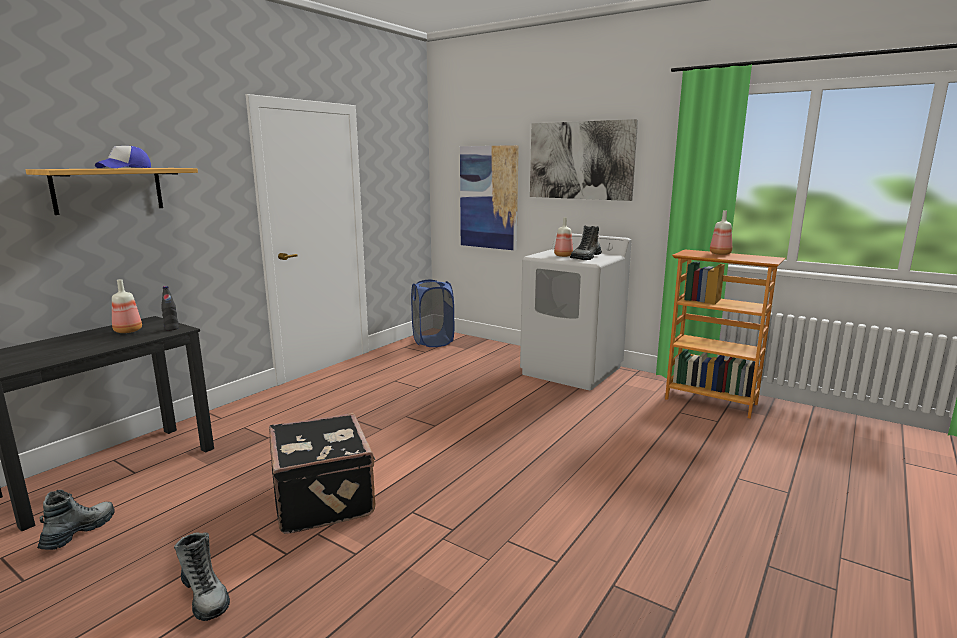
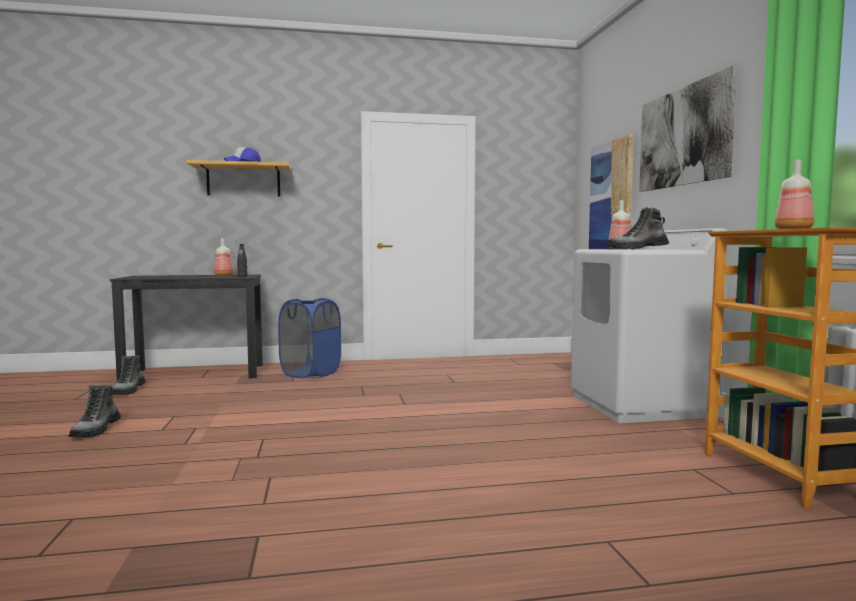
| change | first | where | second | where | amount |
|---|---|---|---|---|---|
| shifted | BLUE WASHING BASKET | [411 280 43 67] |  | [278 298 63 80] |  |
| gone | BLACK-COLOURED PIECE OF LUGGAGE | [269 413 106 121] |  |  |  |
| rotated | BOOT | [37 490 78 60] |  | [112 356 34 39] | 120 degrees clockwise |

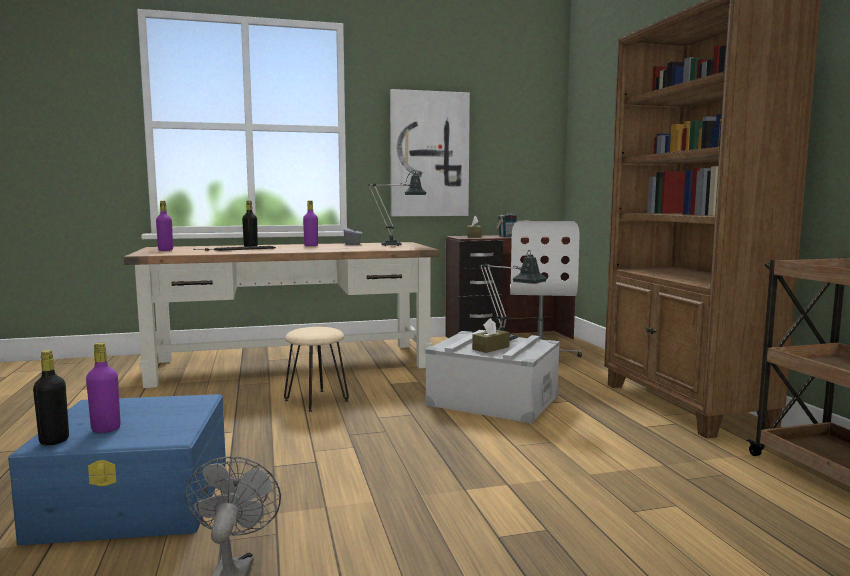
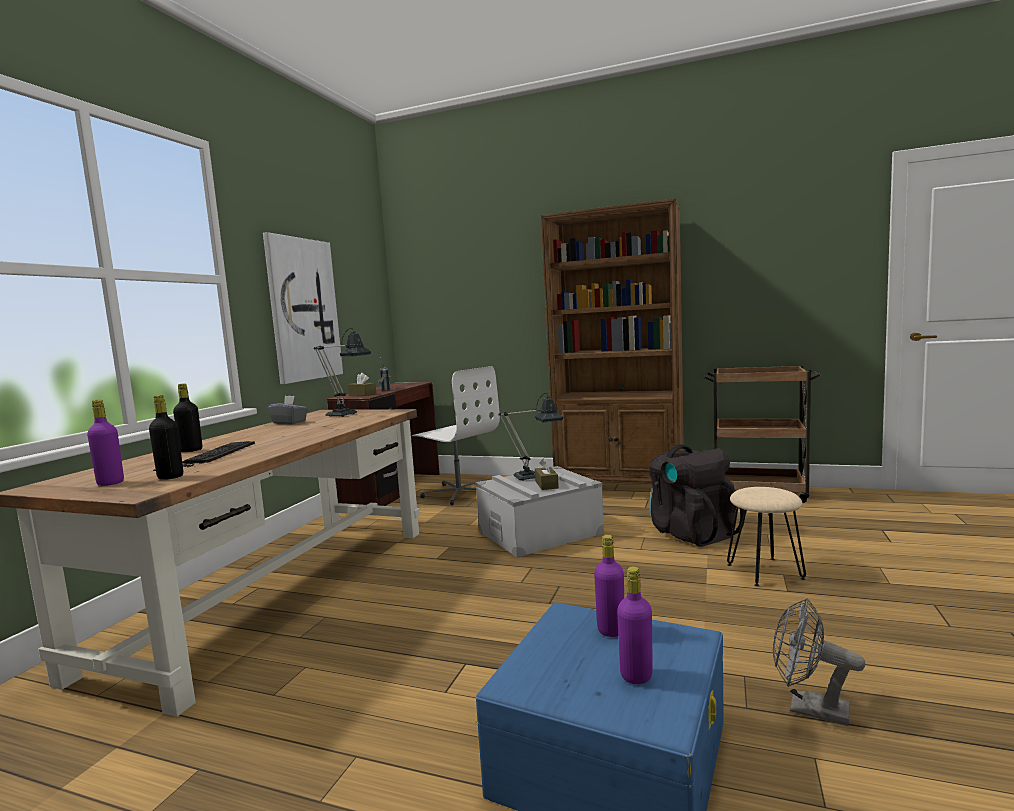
| change | first | where | second | where | amount |
|---|---|---|---|---|---|
| shifted | PURPLE-COLOURED DRINK BOTTLE | [303 201 15 45] |  | [594 535 30 102] |  |
| shifted | SAND-COLOURED SITTING STOOL | [284 327 65 85] |  | [727 487 79 100] |  |
| shifted | BLACK-COLOURED DRINK BOTTLE | [33 350 36 96] |  | [149 395 34 85] |  |
| new |  |  | BLACK-COLOURED RUCKSACK | [649 444 96 103] |  |

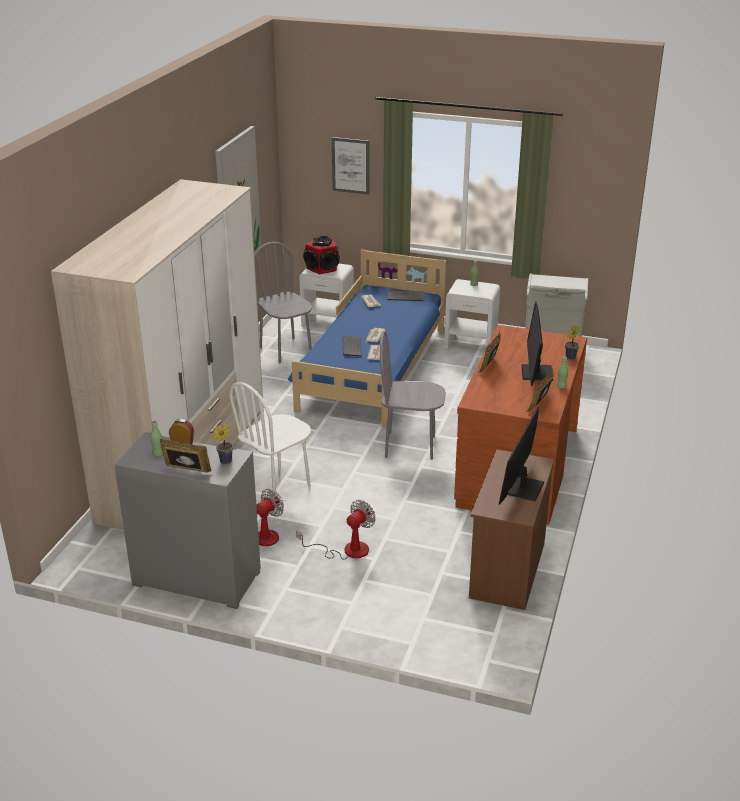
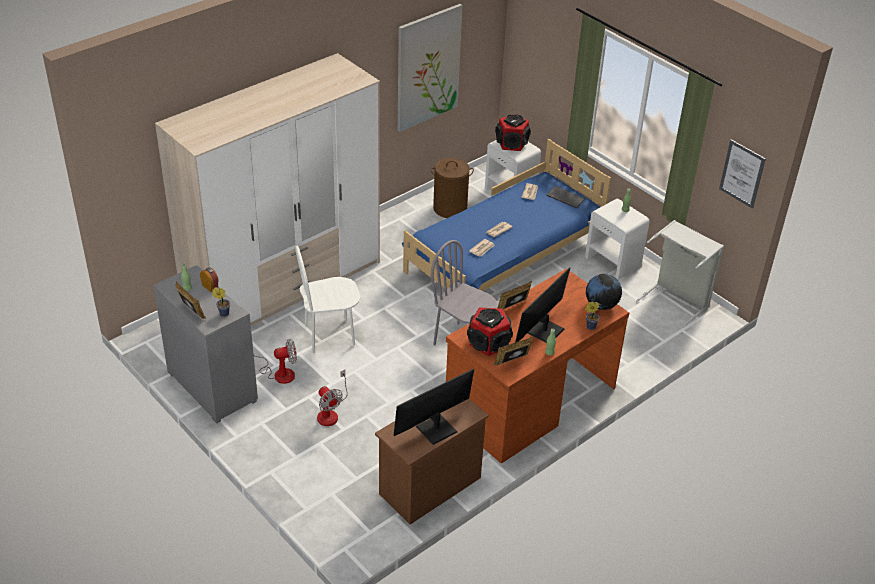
| change | first | where | second | where | amount |
|---|---|---|---|---|---|
| shifted | WALL ART | [332 137 37 58] |  | [719 140 47 68] |  |
| swapped | GREYISH UPRIGHT CHAIR | [254 242 58 122] | BROWNISH WASHING BASKET | [430 158 44 60] |  |
| gone | COMPUTER KEYBOARD | [342 336 20 21] |  |  |  |
| rotated | COOLING FAN | [296 500 80 60] |  | [317 370 31 56] | 75 degrees clockwise |
| new |  |  | DESK GLOBE | [586 274 36 36] |  |
| new |  |  | SPEAKER | [467 307 46 49] |  |

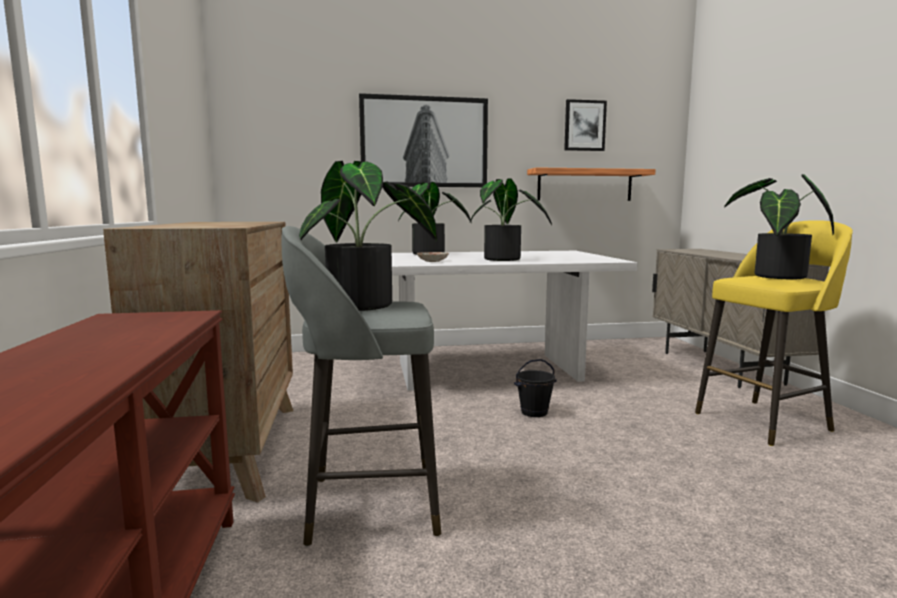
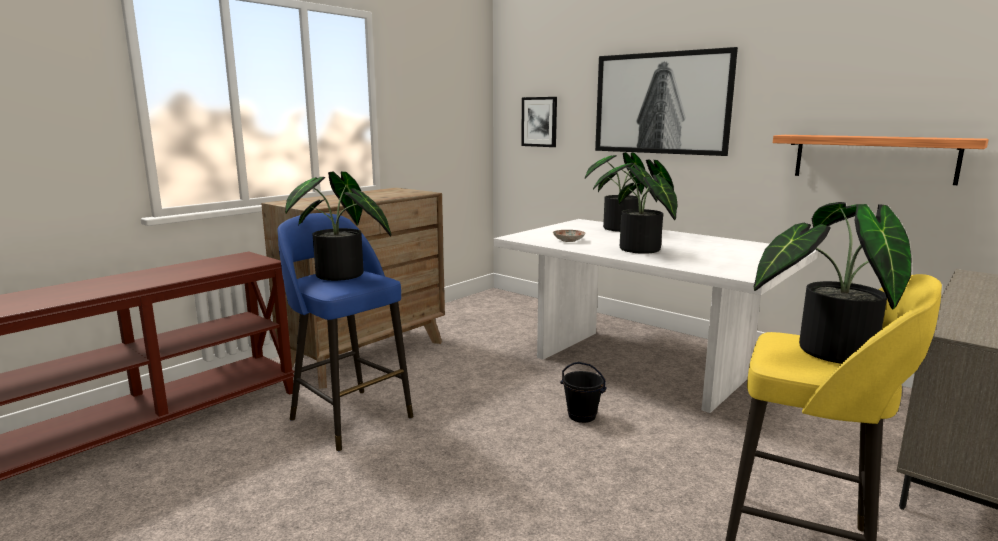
| change | first | where | second | where | amount |
|---|---|---|---|---|---|
| shifted | WALL ART | [564 99 43 52] |  | [521 97 36 50] |  |
| repainted | GREYISH SITTING STOOL | [281 226 160 320] | BLUE SITTING STOOL | [277 213 136 238] |  |

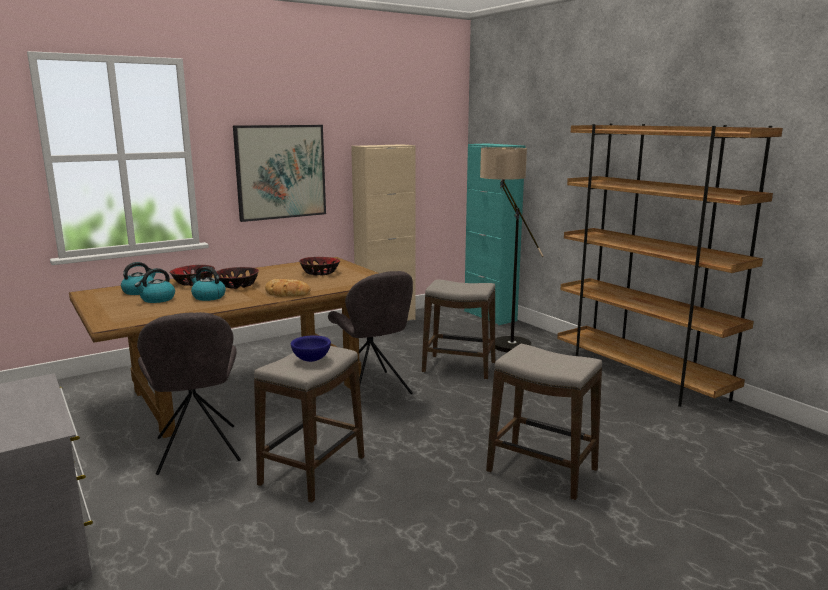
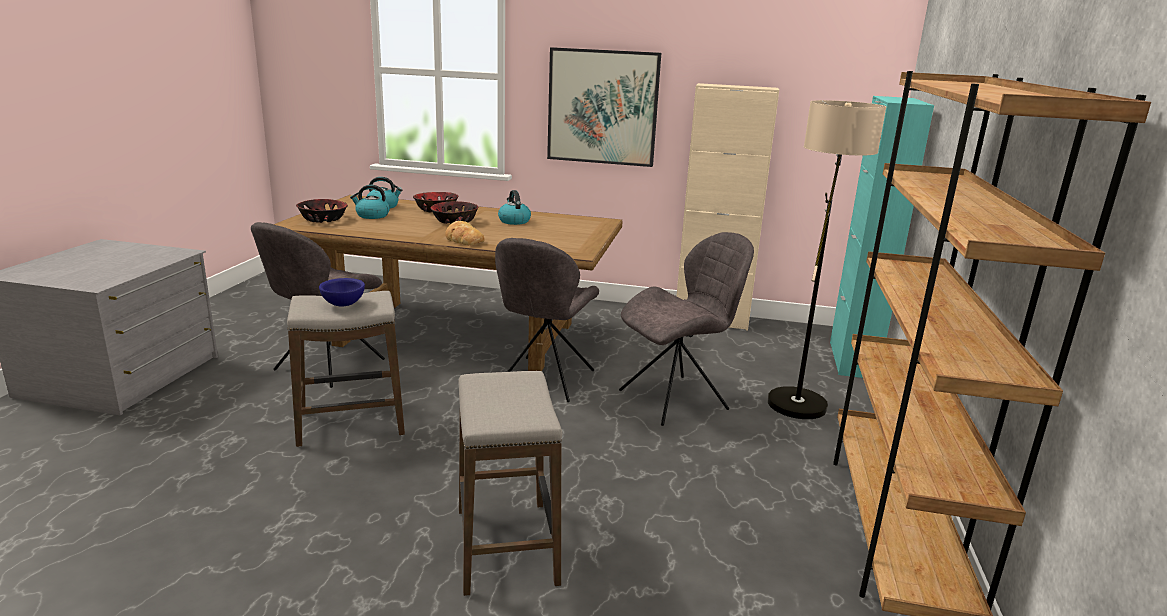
| change | first | where | second | where | amount |
|---|---|---|---|---|---|
| shifted | DEEP DISH | [299 257 41 19] |  | [296 199 52 24] |  |
| shifted | TEA KETTLE | [190 267 36 34] |  | [498 190 33 35] |  |
| swapped | SITTING STOOL | [422 279 73 100] | GREYISH UPRIGHT CHAIR | [619 232 135 194] |  |

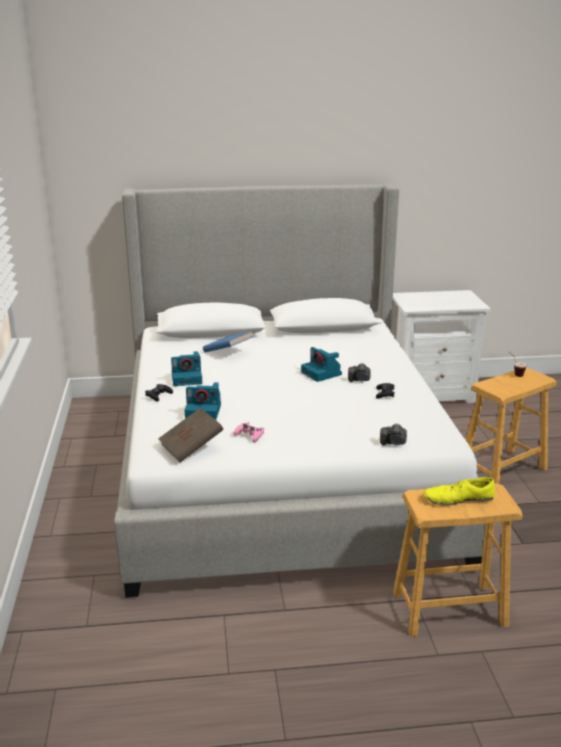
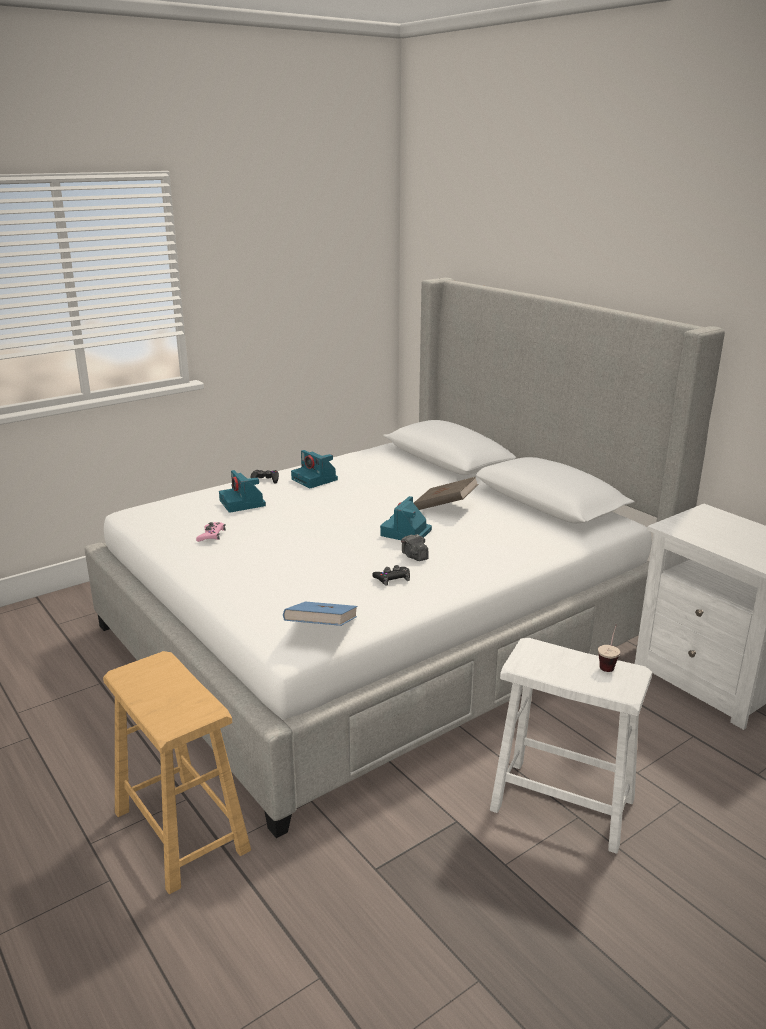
| change | first | where | second | where | amount |
|---|---|---|---|---|---|
| shifted | BLUE BOUND BOOK | [203 331 50 21] |  | [283 602 75 24] |  |
| repainted | BROWNISH SITTING STOOL | [466 368 91 116] | WHITISH SITTING STOOL | [490 638 162 216] |  |
| shifted | BROWNISH BOUND BOOK | [158 408 65 54] |  | [414 477 65 33] |  |
| gone | STILL CAMERA | [380 423 27 23] |  |  |  |
| gone | YELLOW-COLOURED ITEM OF FOOTWEAR | [423 477 72 29] |  |  |  |

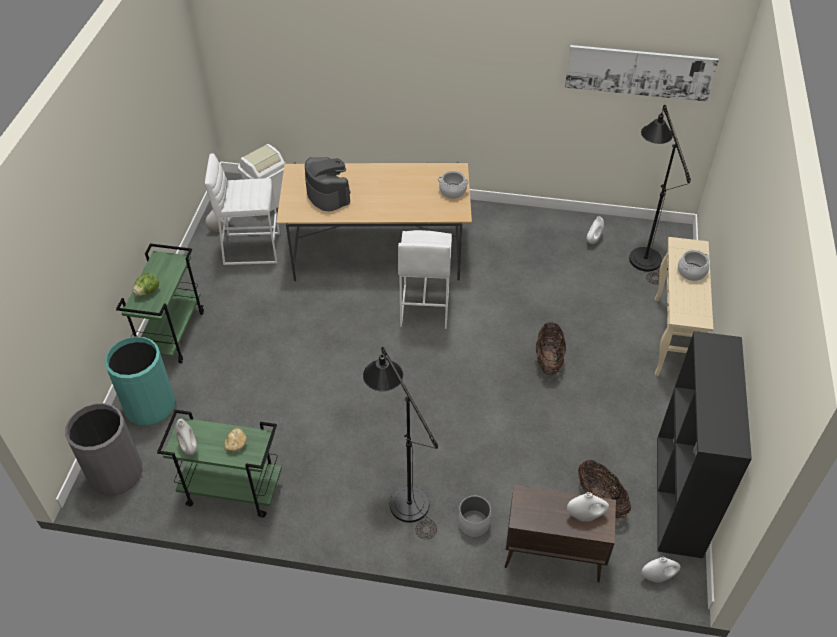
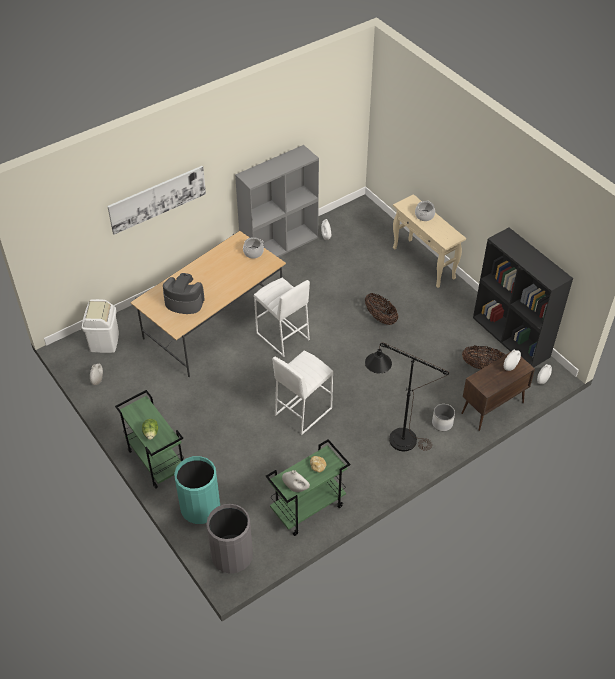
| change | first | where | second | where | amount |
|---|---|---|---|---|---|
| shifted | WALL ART | [565 45 154 57] |  | [107 166 99 69] |  |
| gone | BLACK-COLOURED FLOOR LAMP | [629 105 62 179] |  |  |  |
| shifted | WHITISH SITTING STOOL | [205 154 75 111] |  | [272 350 61 85] |  |
| new |  |  | GREYISH SHELVING UNIT | [235 145 84 112] |  |

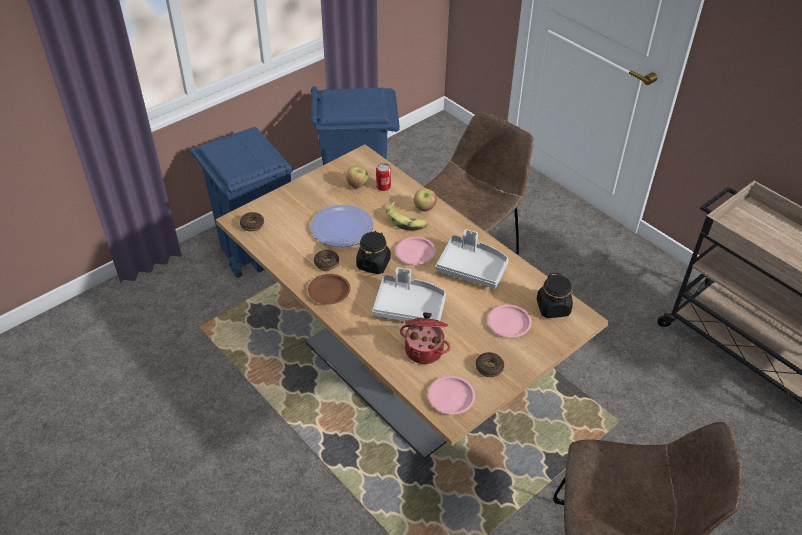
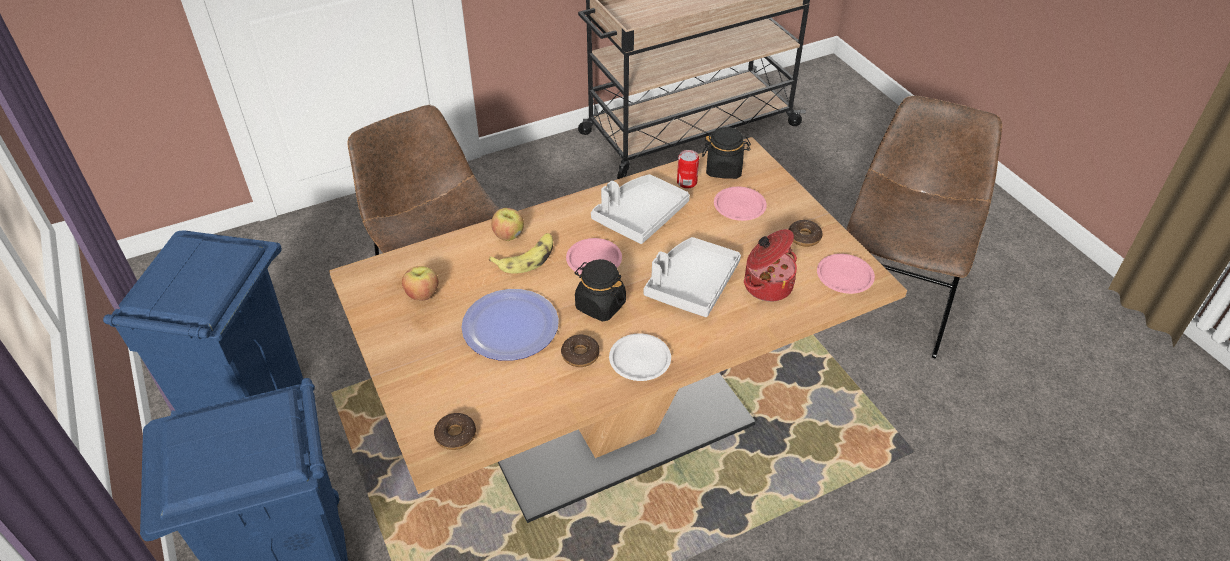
| change | first | where | second | where | amount |
|---|---|---|---|---|---|
| shifted | CAN | [376 163 15 28] |  | [677 150 22 39] |  |
| repainted | BROWNISH PLATE | [308 274 42 30] | WHITISH PLATE | [609 333 62 48] |  |

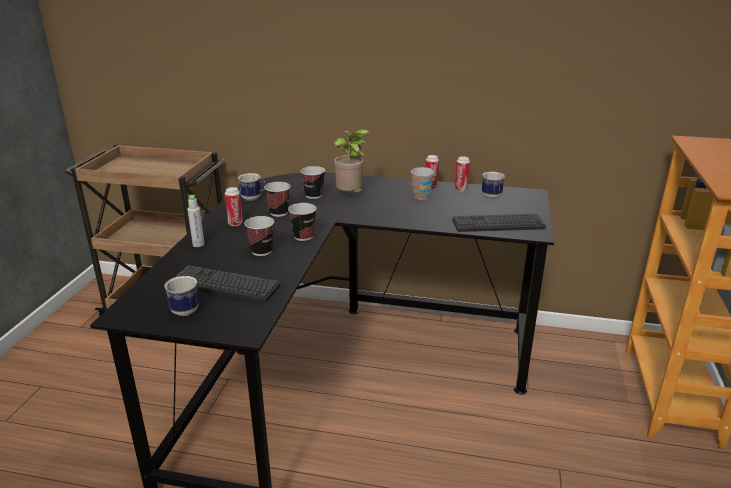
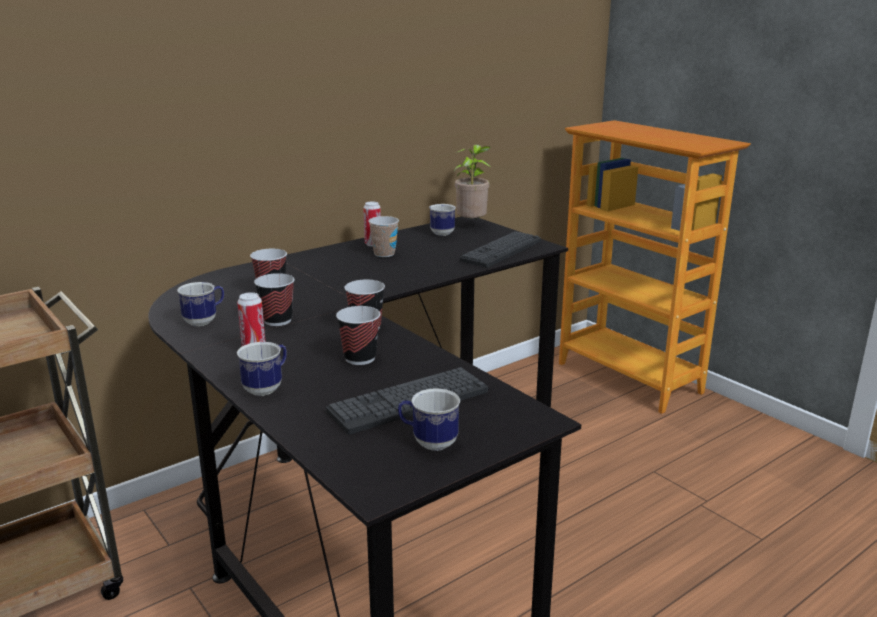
| change | first | where | second | where | amount |
|---|---|---|---|---|---|
| shifted | HOUSEPLANT | [334 129 35 64] |  | [454 145 38 74] |  |
| gone | CAN | [455 156 15 35] |  |  |  |
| swapped | GREYISH DRINK BOTTLE | [188 195 17 52] | TEA MUG | [237 342 50 54] |  |

